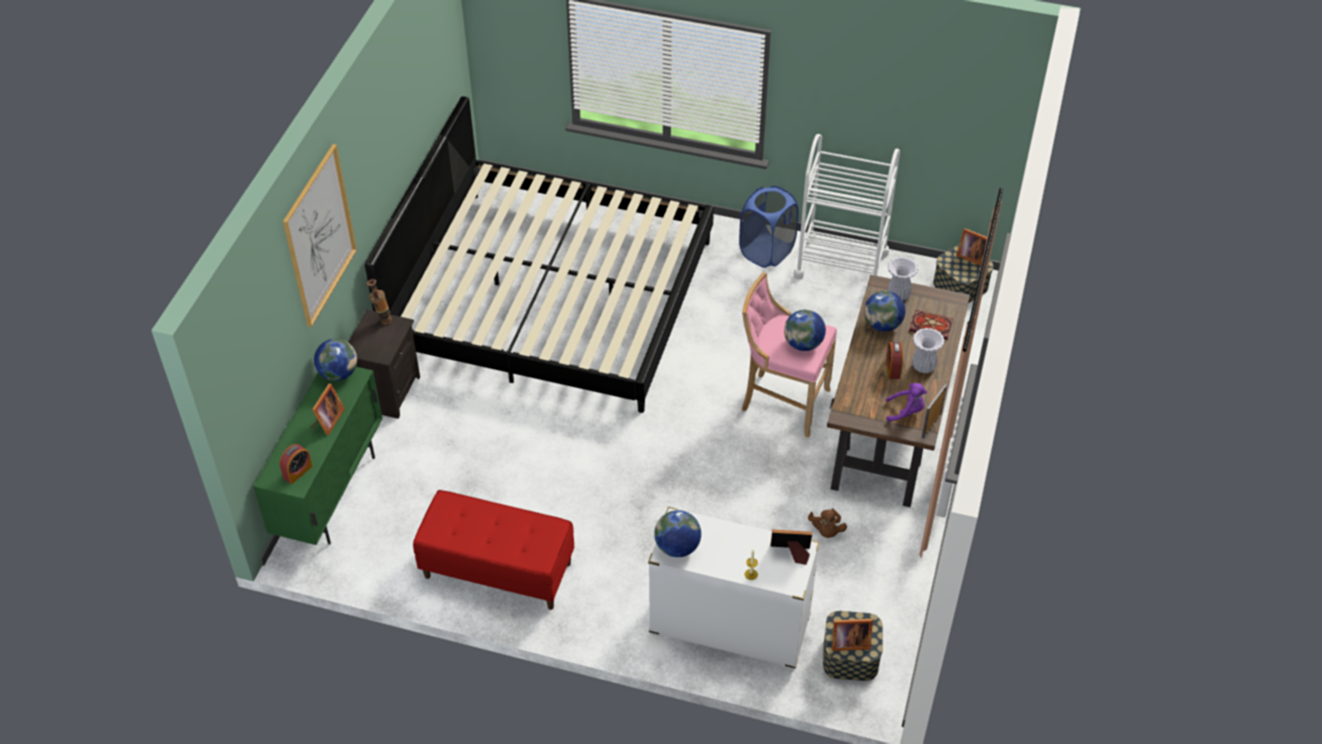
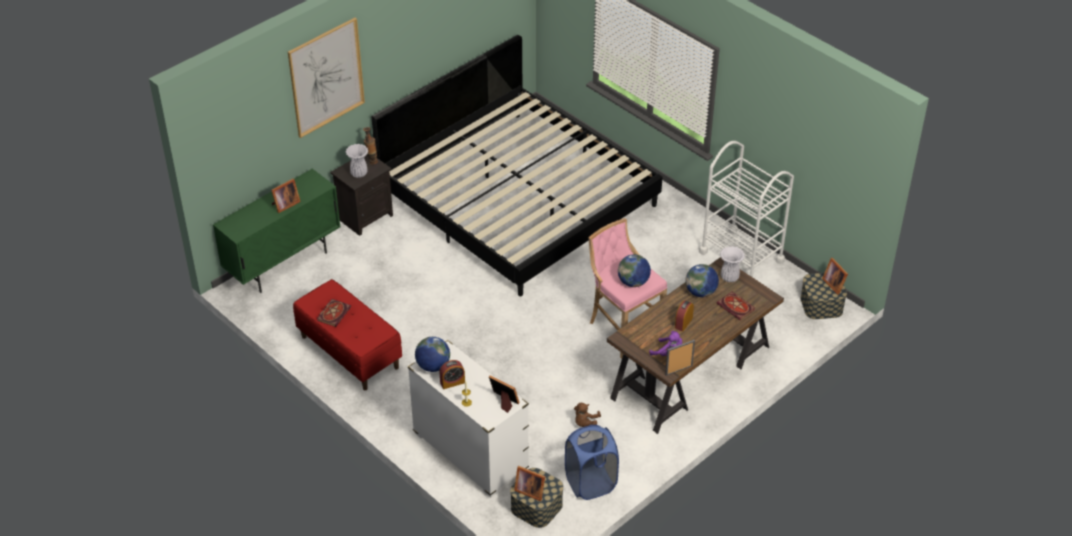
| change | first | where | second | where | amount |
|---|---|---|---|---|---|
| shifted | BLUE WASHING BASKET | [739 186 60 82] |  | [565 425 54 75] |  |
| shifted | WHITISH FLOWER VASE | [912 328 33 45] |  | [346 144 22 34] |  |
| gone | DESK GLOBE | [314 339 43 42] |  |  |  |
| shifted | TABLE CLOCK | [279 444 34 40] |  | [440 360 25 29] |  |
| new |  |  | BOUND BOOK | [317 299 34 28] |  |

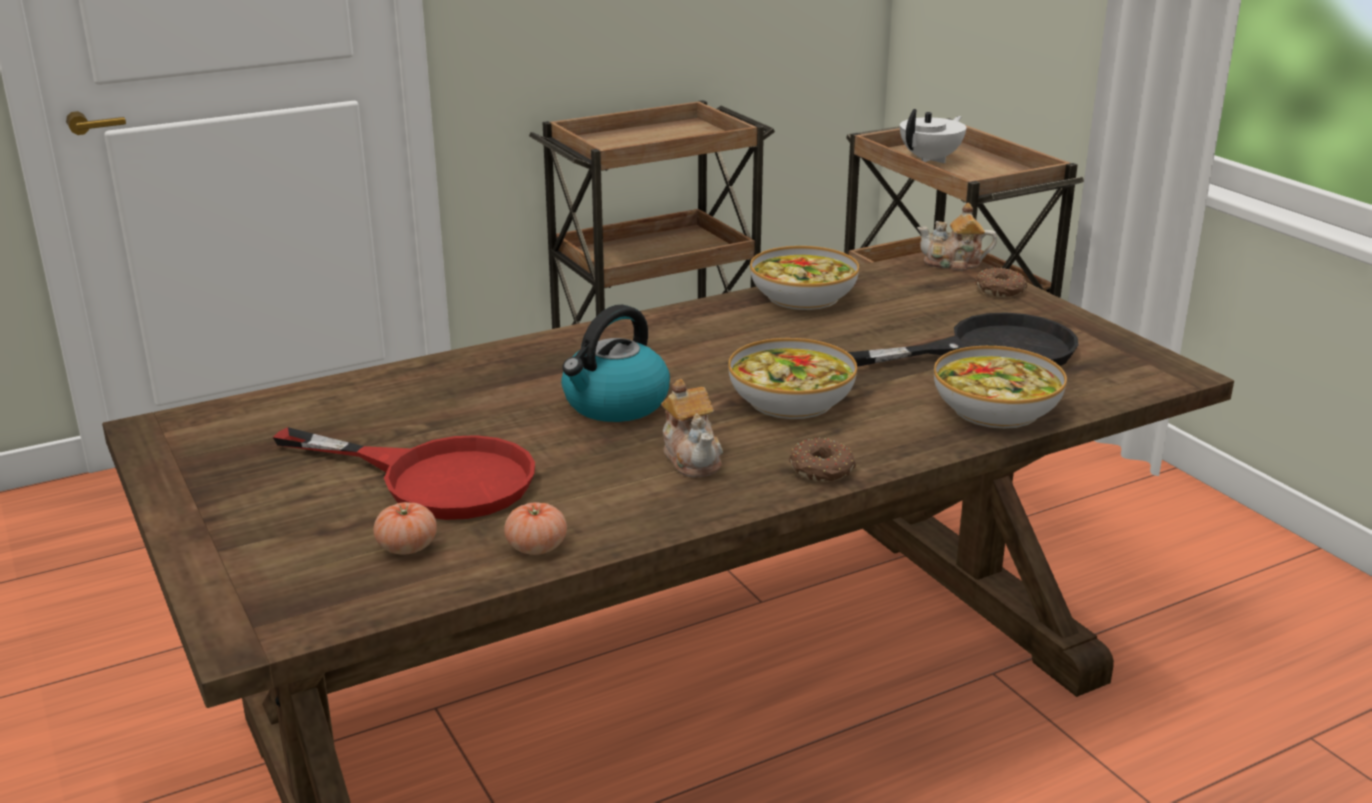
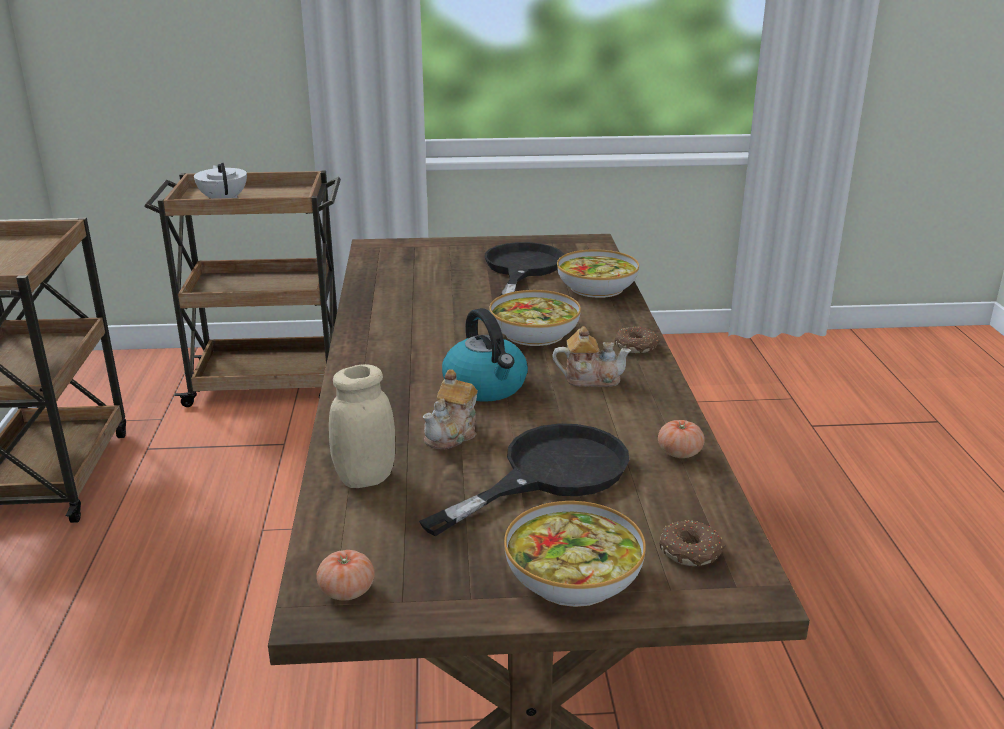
| change | first | where | second | where | amount |
|---|---|---|---|---|---|
| shifted | POT FOR TEA | [917 203 80 68] |  | [423 369 55 80] |  |
| shifted | DEEP DISH | [750 246 109 64] |  | [504 501 142 106] |  |
| shifted | DOUGHNUT | [976 267 51 30] |  | [659 520 67 47] |  |
| repainted | RED-COLOURED PAN | [273 427 262 93] | BLACK-COLOURED PAN | [419 424 210 112] |  |
| shifted | FRESH TOMATO | [373 502 64 53] |  | [316 550 59 50] |  |
| new |  |  | SAND-COLOURED STORAGE JAR | [329 364 66 124] |  |

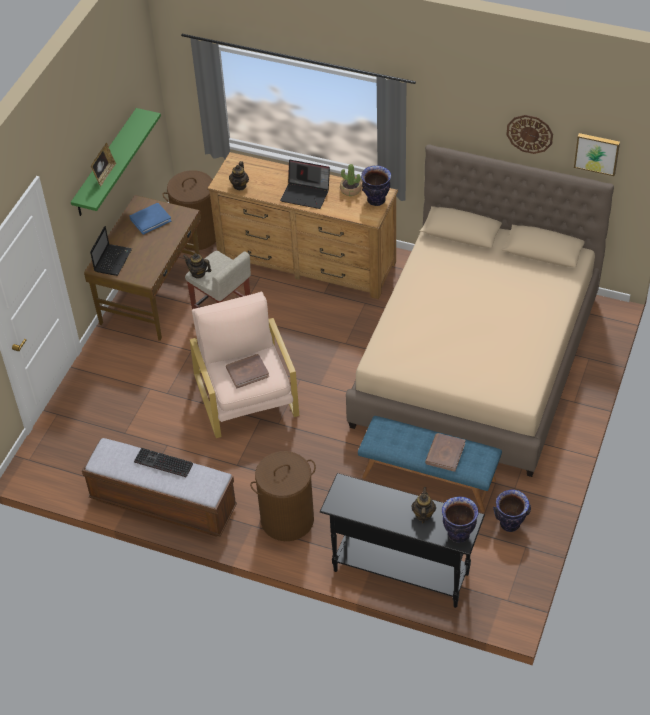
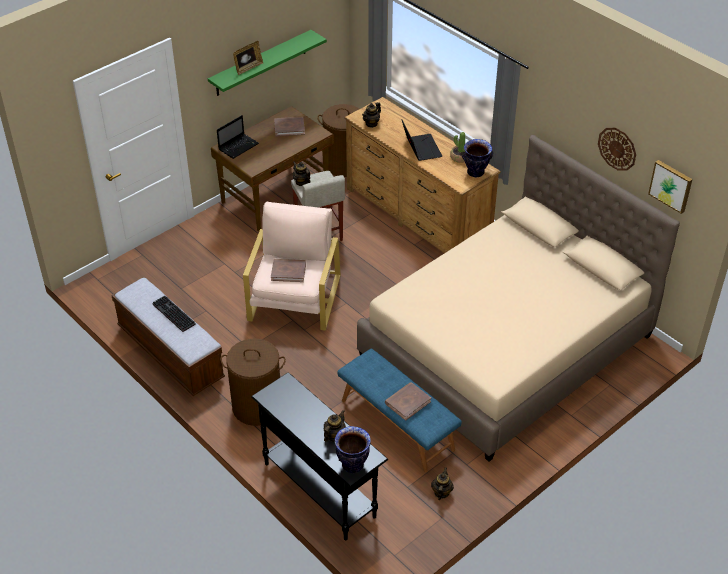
| change | first | where | second | where | amount |
|---|---|---|---|---|---|
| rotated | PORTABLE COMPUTER | [280 160 50 49] |  | [402 120 40 41] | 150 degrees counterclockwise |
| repainted | BLUE BOUND BOOK | [130 203 41 32] | BROWNISH BOUND BOOK | [274 117 31 19] |  |
| swapped | FLOWER VASE | [493 489 38 43] | POT FOR TEA | [431 467 23 33] |  |

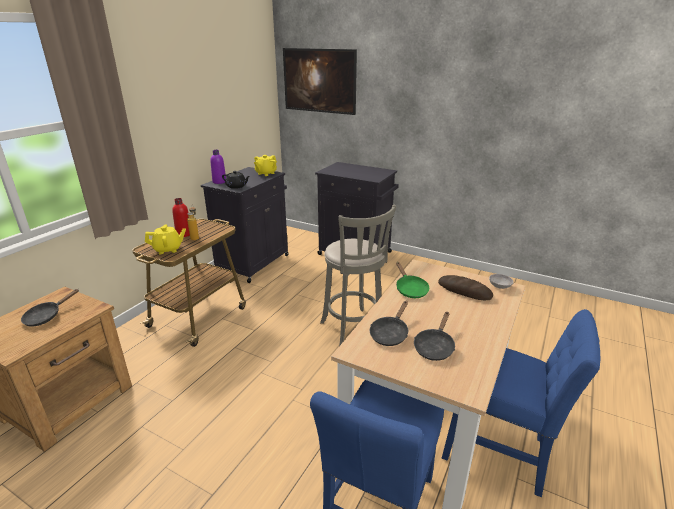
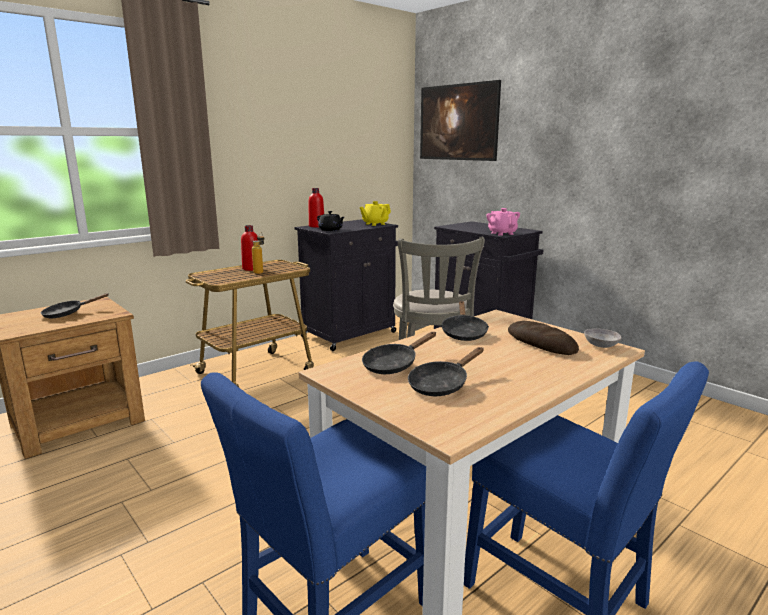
| change | first | where | second | where | amount |
|---|---|---|---|---|---|
| repainted | PURPLE-COLOURED DRINK BOTTLE | [210 150 16 34] | RED-COLOURED DRINK BOTTLE | [309 188 15 39] |  |
| gone | YELLOW-COLOURED POT FOR TEA | [145 224 41 30] |  |  |  |
| repainted | GREEN-COLOURED PAN | [396 262 33 36] | BLACK-COLOURED PAN | [441 301 48 40] |  |
| new |  |  | PINK-COLOURED POT FOR TEA | [486 208 34 28] |  |

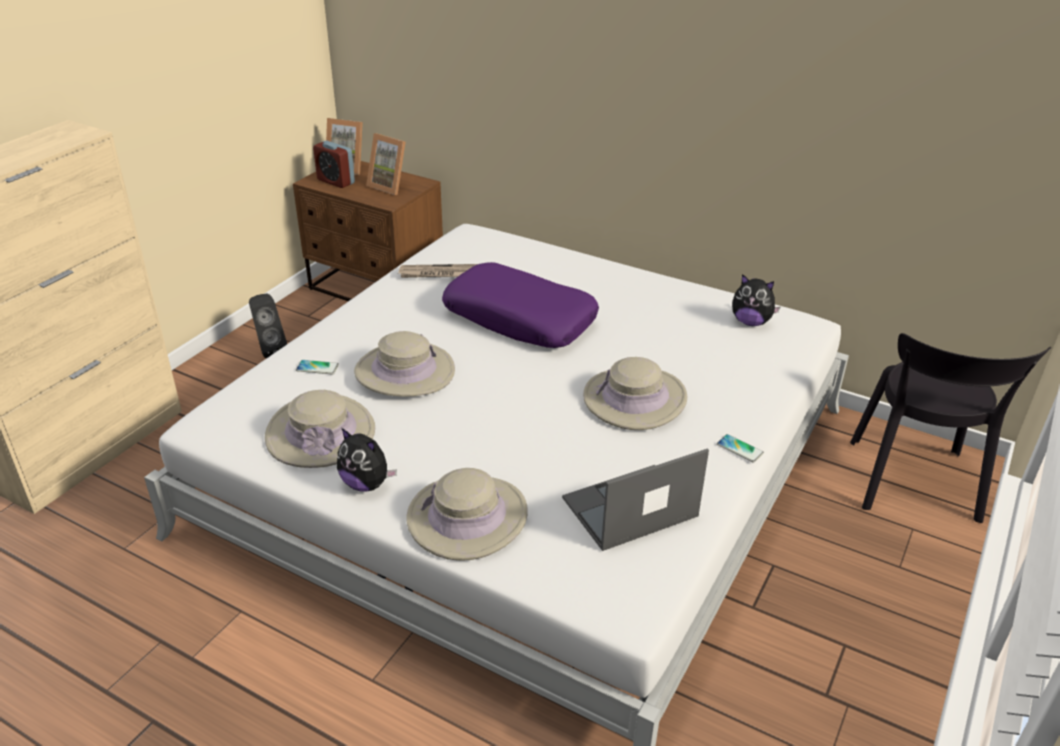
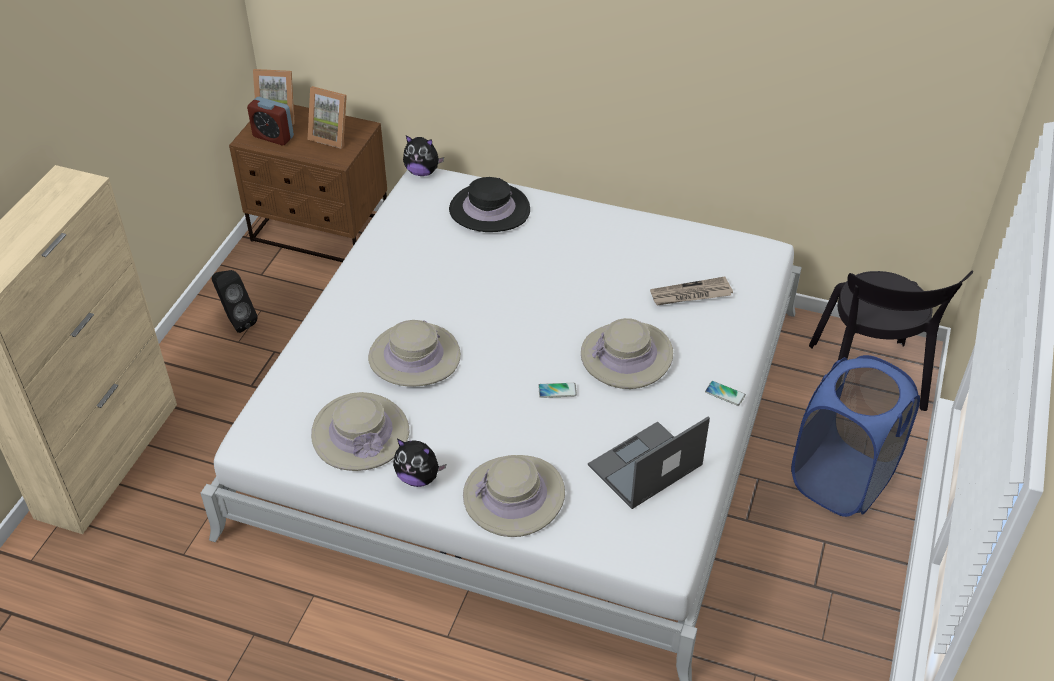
| change | first | where | second | where | amount |
|---|---|---|---|---|---|
| gone | PURPLE-COLOURED CUSHION | [442 262 157 86] |  |  |  |
| shifted | PRINTED PAPER | [398 264 80 14] |  | [650 277 83 28] |  |
| shifted | PLUSH TOY | [732 274 48 52] |  | [403 135 41 41] |  |
| shifted | PHONE | [296 360 43 14] |  | [538 383 39 15] |  |
| new |  |  | BLACK-COLOURED WEARABLE HAT | [449 177 81 55] |  |
| new |  |  | BLUE WASHING BASKET | [791 355 129 162] |  |

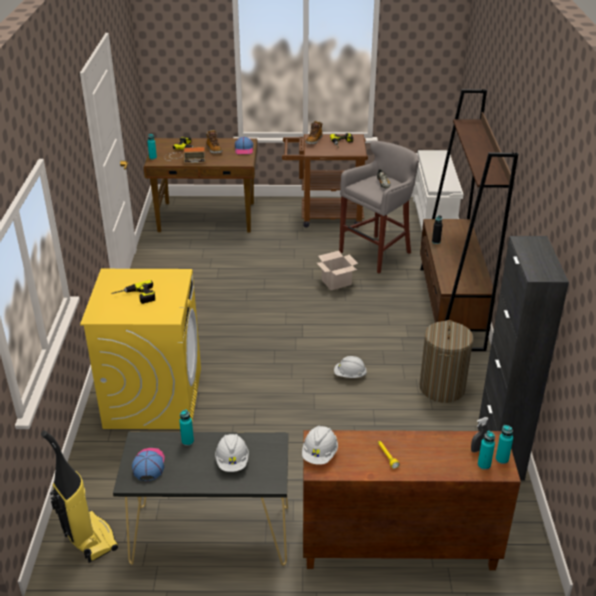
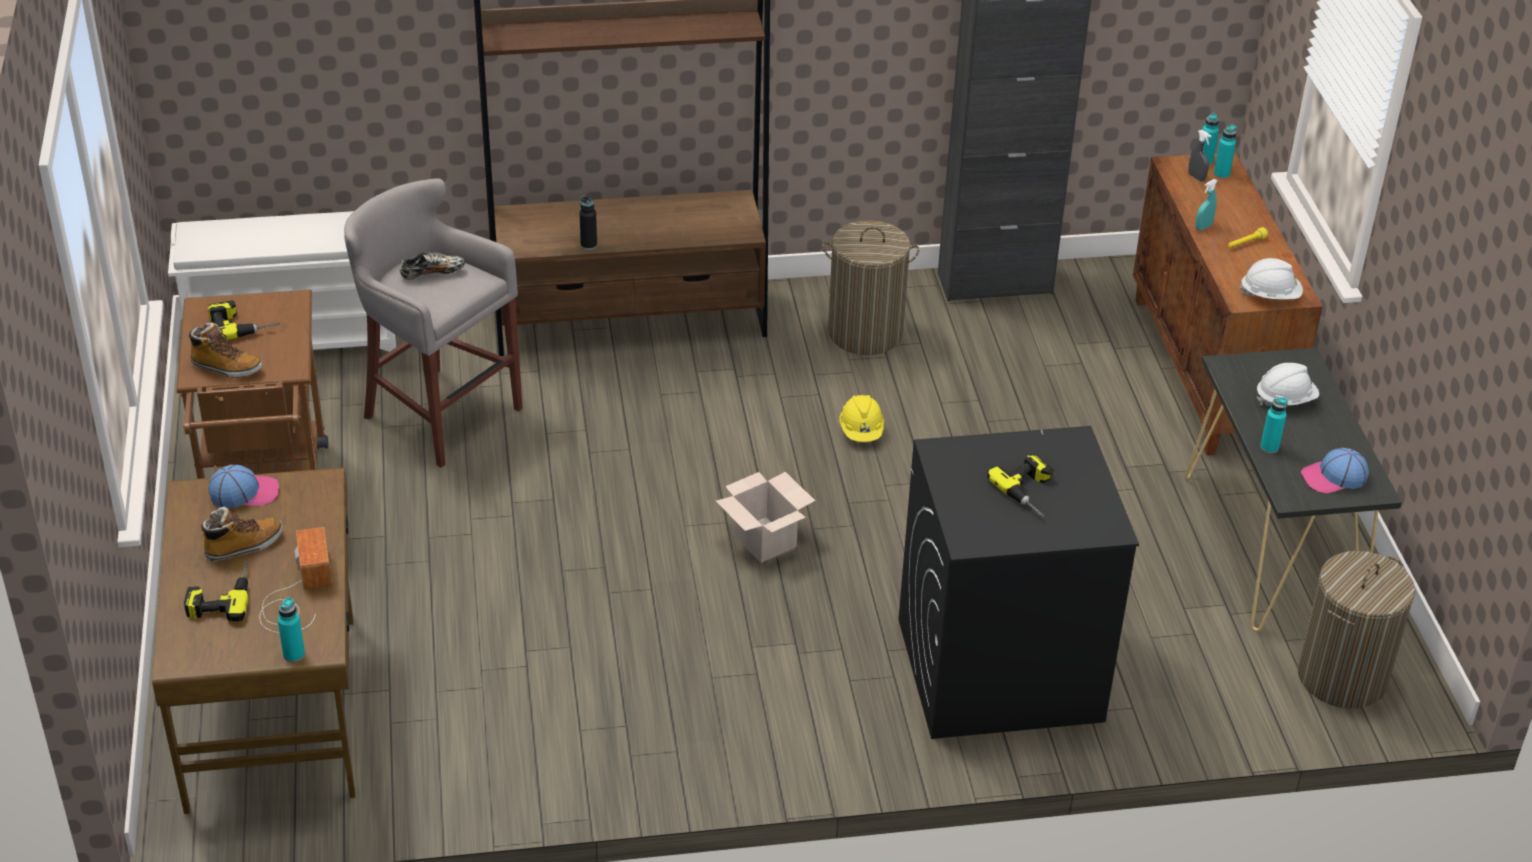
| change | first | where | second | where | amount |
|---|---|---|---|---|---|
| shifted | PACKING BOX | [317 251 41 39] |  | [716 472 99 91] |  |
| repainted | YELLOW-COLOURED WASHING MACHINE | [80 269 121 160] | BLACK-COLOURED WASHING MACHINE | [899 426 240 313] |  |
| repainted | WHITISH SAFETY HELMET | [334 356 33 22] | YELLOW-COLOURED SAFETY HELMET | [839 395 45 47] |  |
| swapped | VACUUM | [41 431 77 132] | WASHING BASKET | [1297 551 118 158] |  |
| new |  |  | TURQUOISE SPRAYER | [1195 179 23 52] |  |

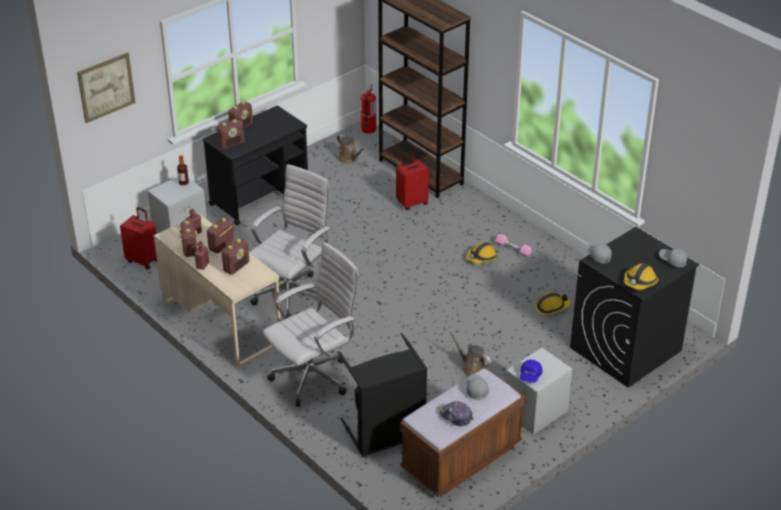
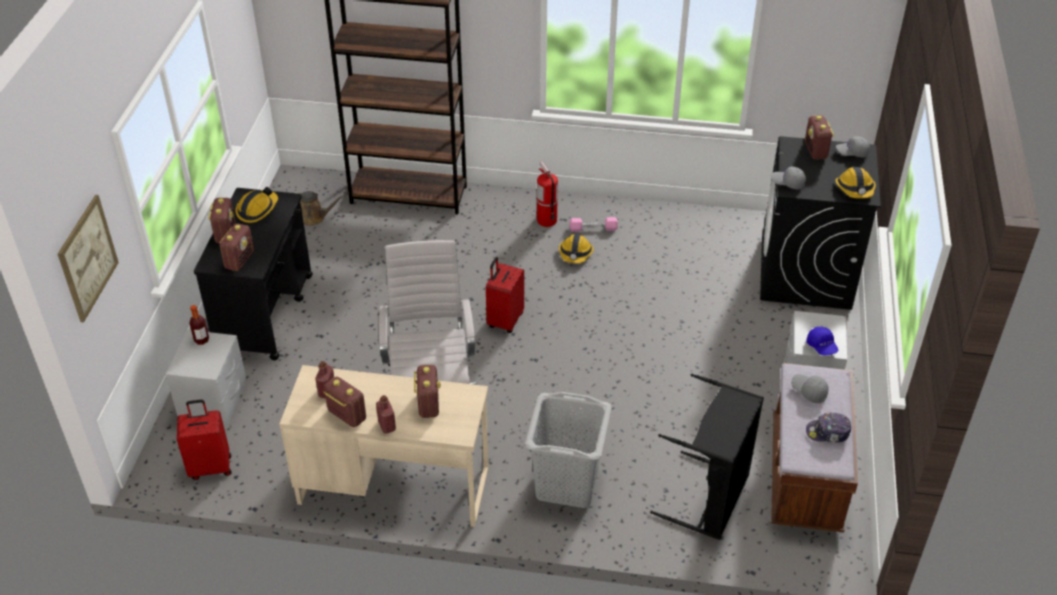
| change | first | where | second | where | amount |
|---|---|---|---|---|---|
| shifted | EXTINGUISHER | [361 83 15 51] |  | [537 161 21 66] |  |
| shifted | RED-COLOURED PIECE OF LUGGAGE | [396 151 33 59] |  | [486 257 38 76] |  |
| shifted | RADIO SET | [207 217 27 36] |  | [805 115 29 45] |  |
| swapped | WHITISH OFFICE CHAIR | [263 242 95 165] | GREYISH WASHING BASKET | [525 392 87 116] |  |
| shifted | SAFETY HELMET | [535 292 36 23] |  | [235 187 43 36] |  |
| gone | BROWNISH SPRINKLING CAN | [449 330 42 47] |  |  |  |

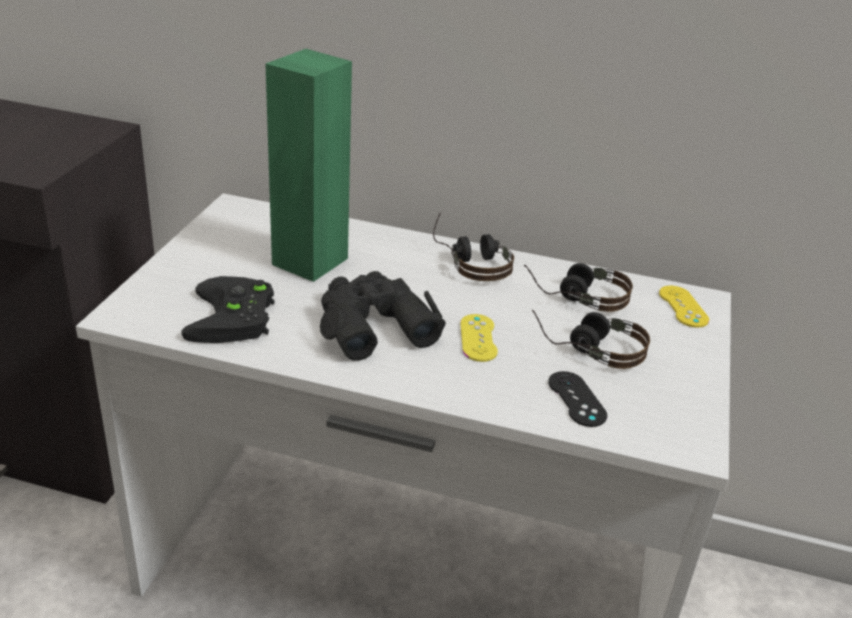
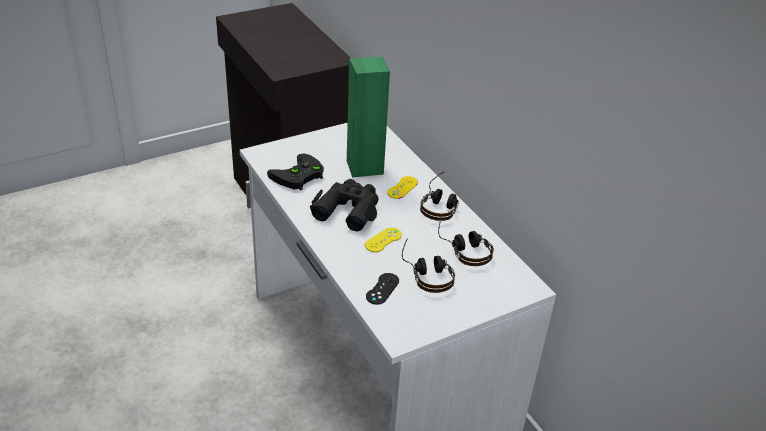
| change | first | where | second | where | amount |
|---|---|---|---|---|---|
| shifted | YELLOW-COLOURED GAME CONTROLLER | [659 286 50 42] |  | [387 176 31 23] |  |

